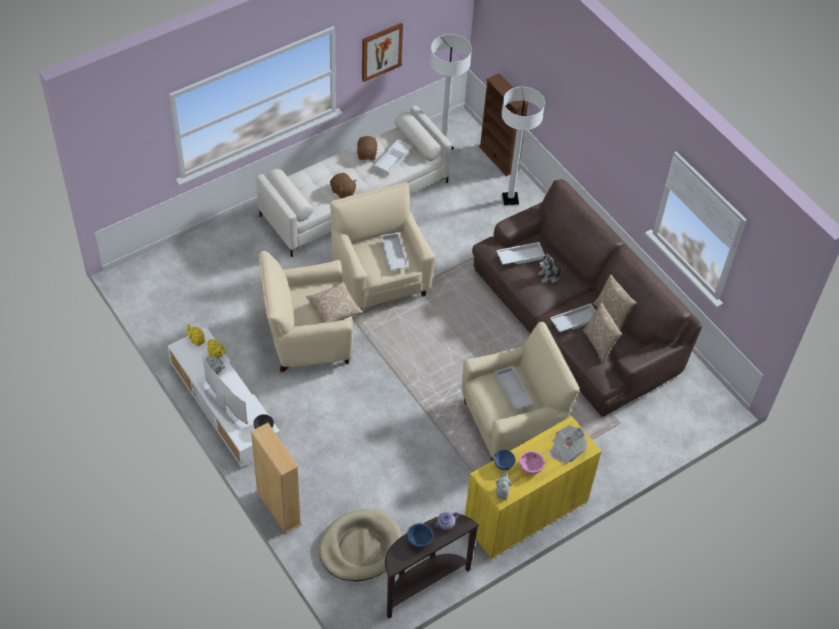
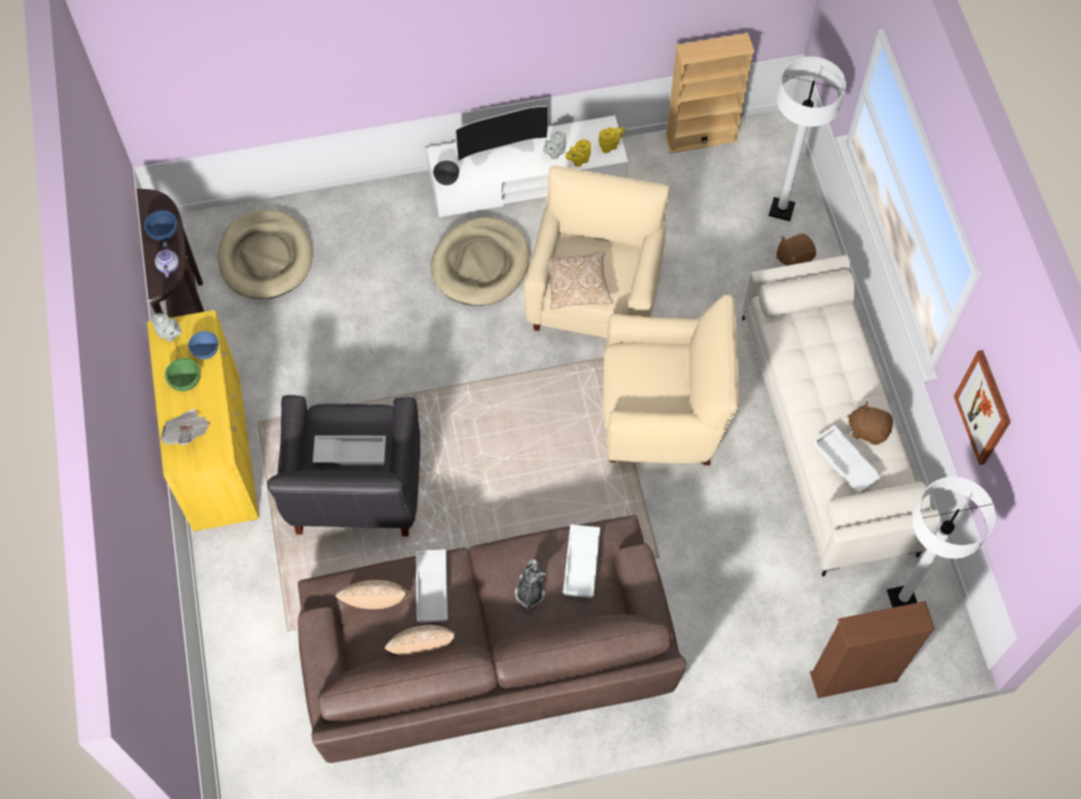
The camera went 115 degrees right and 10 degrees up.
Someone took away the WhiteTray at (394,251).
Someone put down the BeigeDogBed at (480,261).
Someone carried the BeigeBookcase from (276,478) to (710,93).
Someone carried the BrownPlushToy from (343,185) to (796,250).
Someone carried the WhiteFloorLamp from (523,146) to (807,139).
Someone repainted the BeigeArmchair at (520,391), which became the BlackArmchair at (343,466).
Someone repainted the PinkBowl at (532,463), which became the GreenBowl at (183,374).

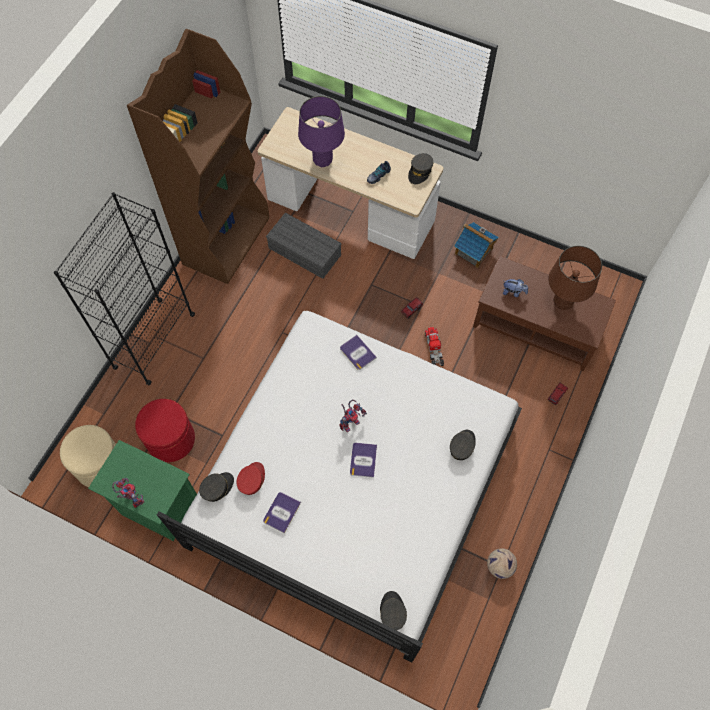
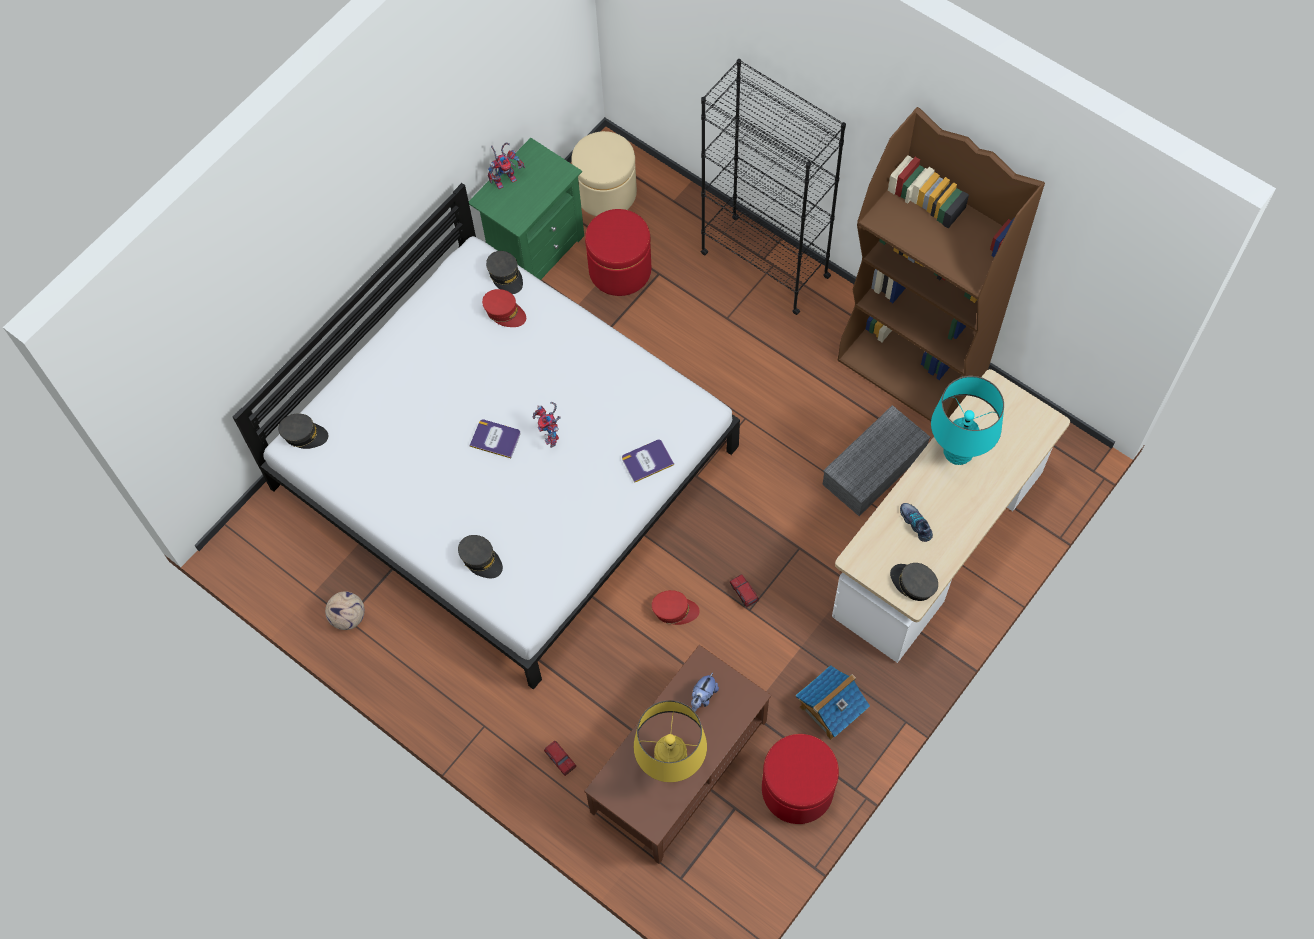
The camera went 105 degrees right and 0 degrees up.
Someone took away the Book at (282,512).
Someone put down the RedOttoman at (800,779).
Someone swapped the ToyTruck at (434,346) for the RedCap at (676,607).
Someone repainted the PurpleTableLamp at (321,131), which became the TurquoiseTableLamp at (967,420).
Someone repainted the BrownTableLamp at (575,278), which became the YellowTableLamp at (670,741).

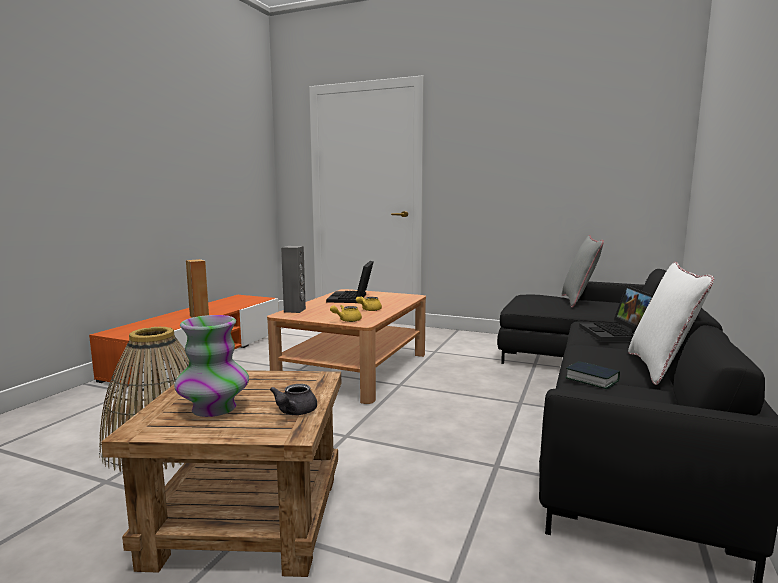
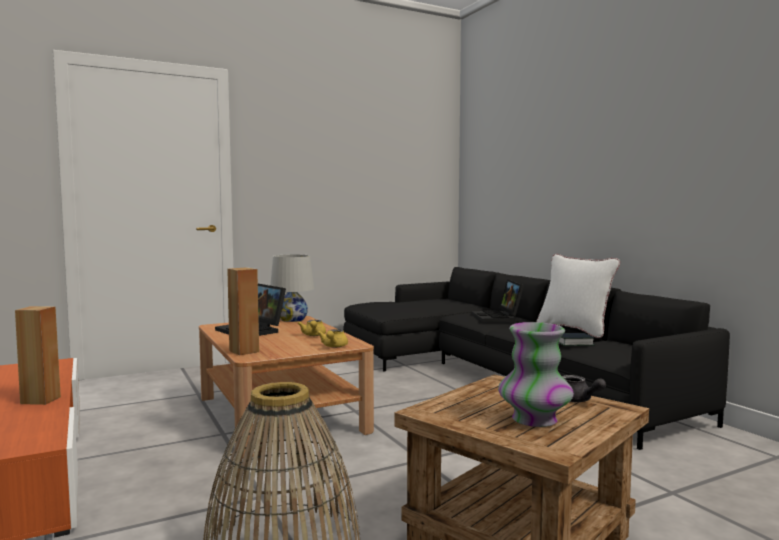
The camera went 50 degrees left and 5 degrees down.
Someone took away the GreyPillow at (583,271).
Someone put down the WhiteTableLamp at (292,288).
Someone repainted the GreySpeaker at (293,279), which became the BrownSpeaker at (243,311).
Someone rotated the Laptop at (616,313) by 45 degrees clockwise.

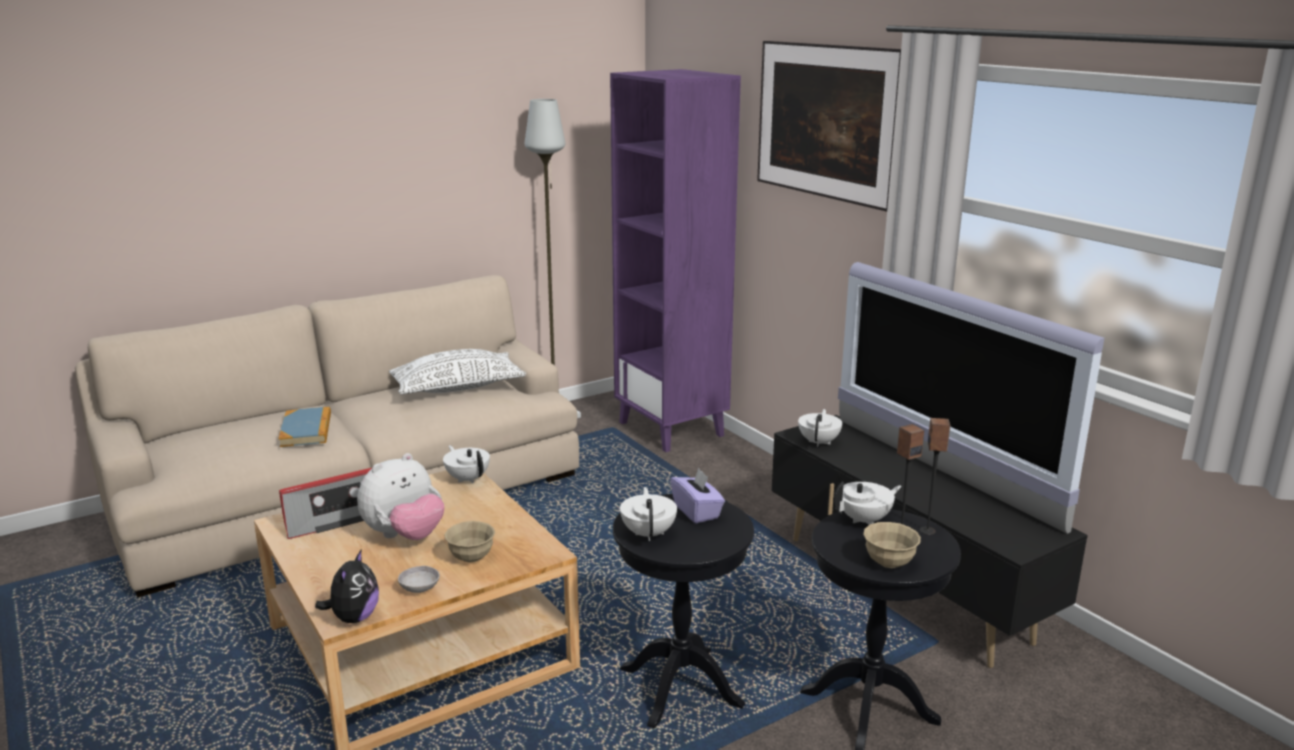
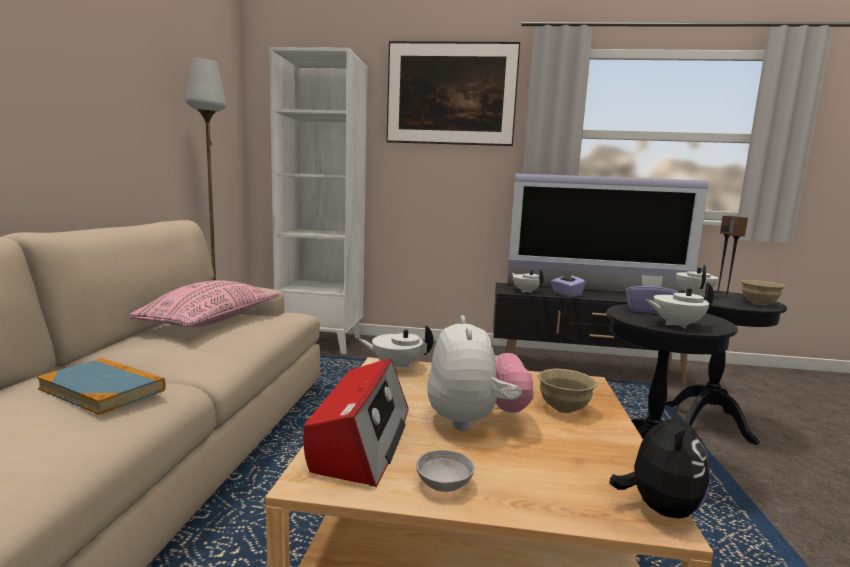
The camera went 50 degrees left and 10 degrees down.
Someone put down the PurpleTissueBox at (568,283).
Someone carried the GreyBowl from (419,579) to (445,471).
Someone repainted the WhitePillow at (457,371), which became the PinkPillow at (204,303).
Someone repainted the PurpleBookcase at (675,260), which became the WhiteBookcase at (318,200).
Someone rotated the PlushToy at (347,586) by 60 degrees clockwise.
Someone rotated the WhiteTeapot at (648,514) by 45 degrees counterclockwise.

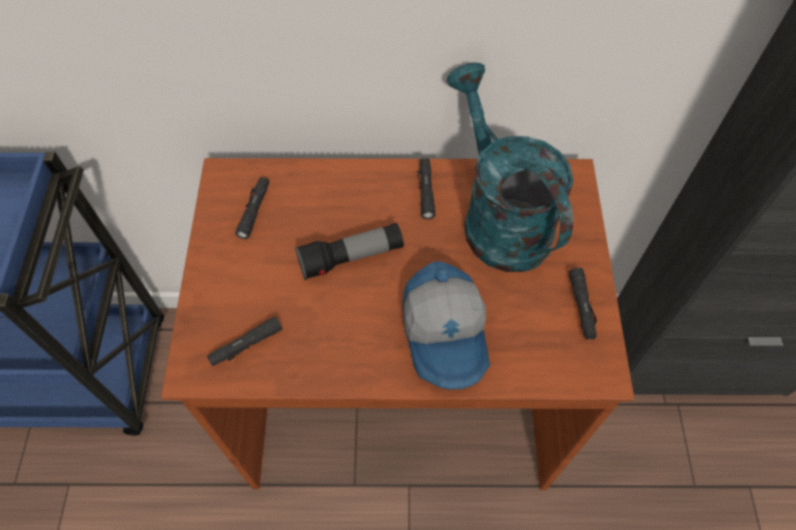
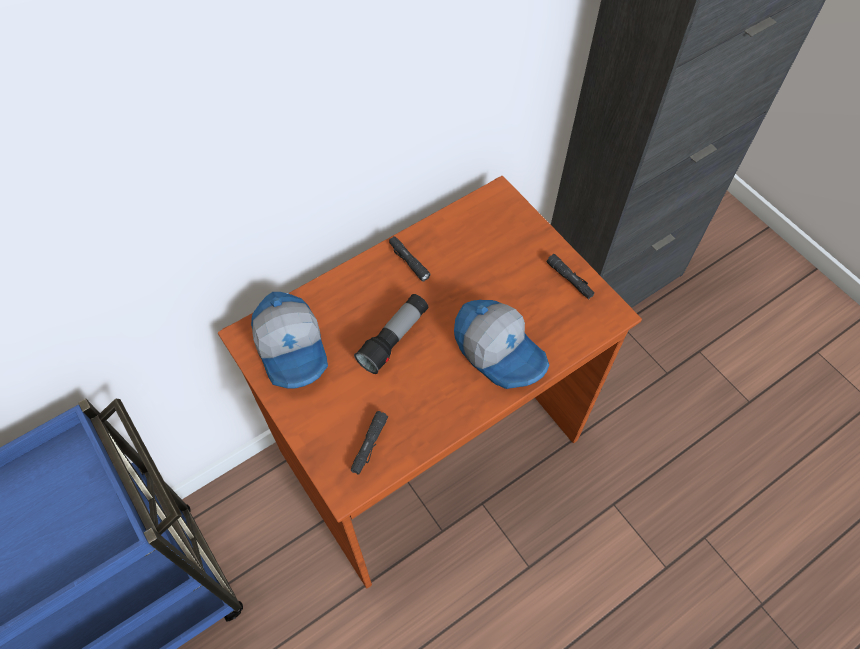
The camera went 35 degrees left and 0 degrees up.
Someone took away the TurquoiseWateringCan at (509,167).
Someone swapped the BlackFlashlight at (252,208) for the Cap at (289,340).

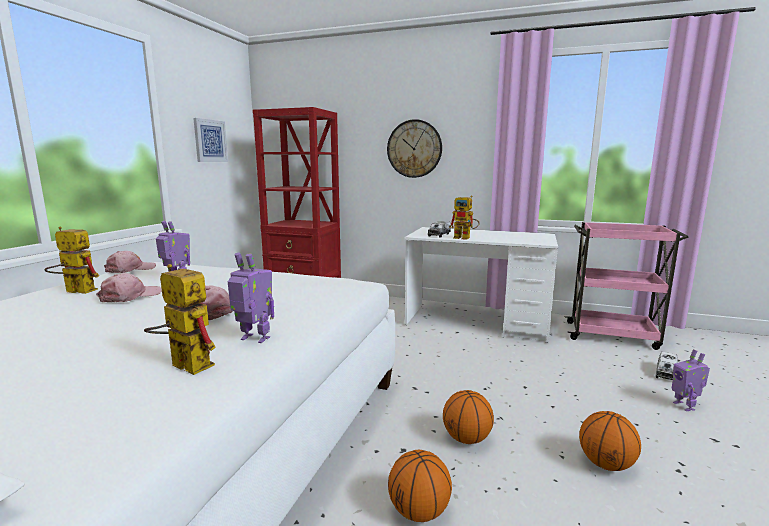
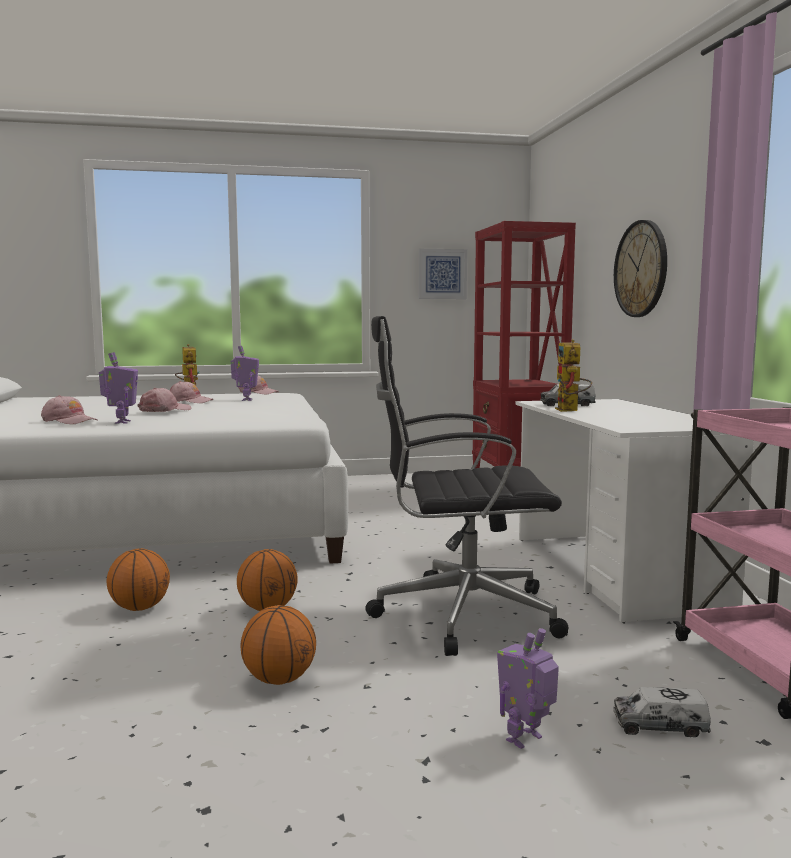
The camera went 60 degrees right and 5 degrees down.
Someone put down the BlackOfficeChair at (466,486).
Someone swapped the ToyRobot at (180,319) for the PinkCap at (69,409).

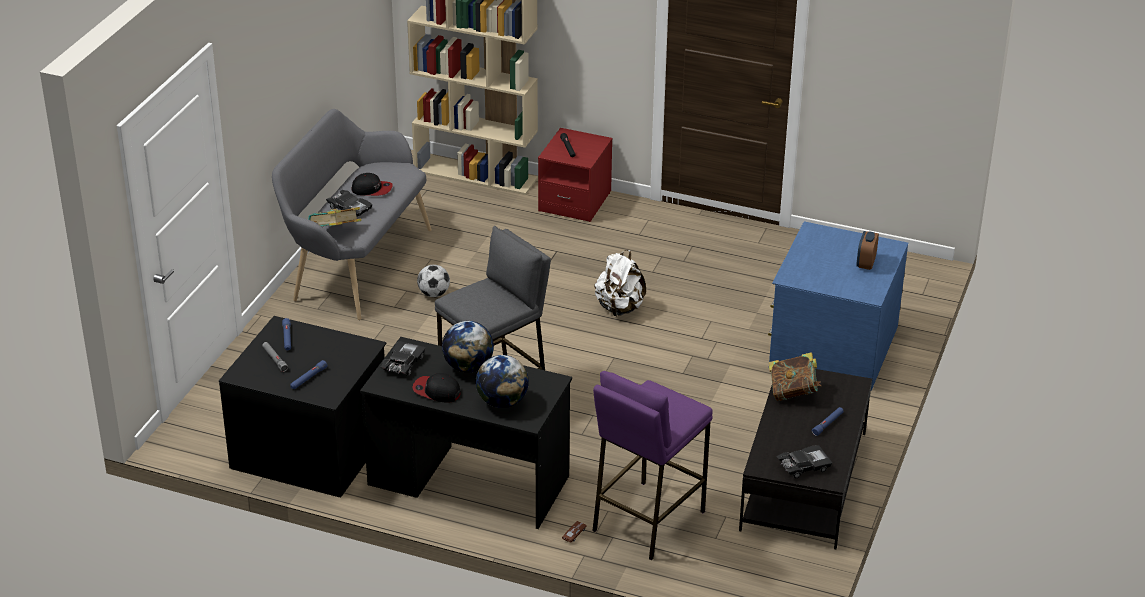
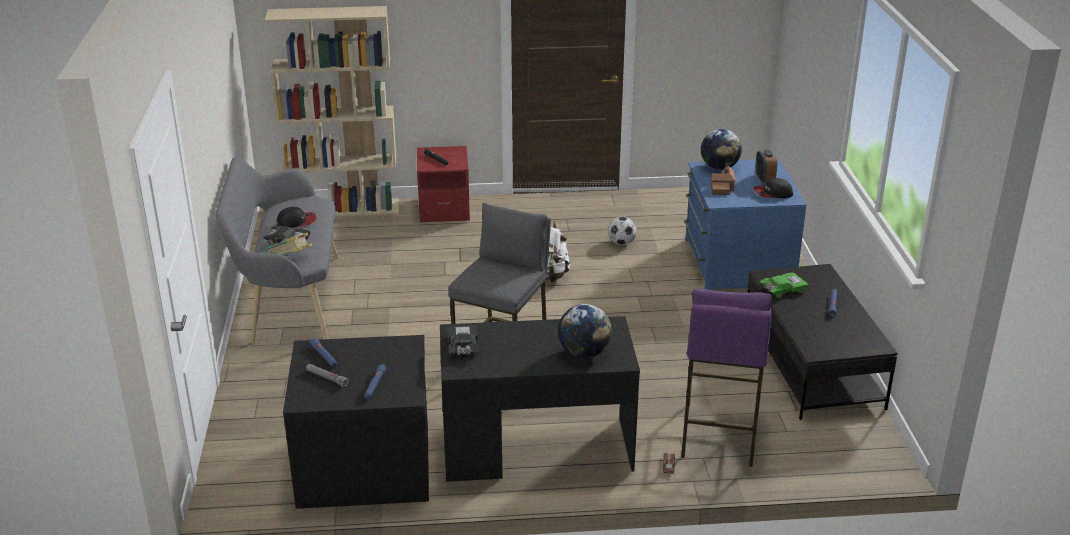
The camera went 25 degrees left and 5 degrees down.
Someone took away the BlackToyCar at (804,461).
Someone put down the ToyHouse at (723,180).
Someone carried the Cap from (436,388) to (773,188).
Someone carried the Football from (433,281) to (622,230).
Someone carried the Globe from (468,347) to (721,149).
Someone swapped the Book at (795,376) for the GreenToyCar at (784,285).

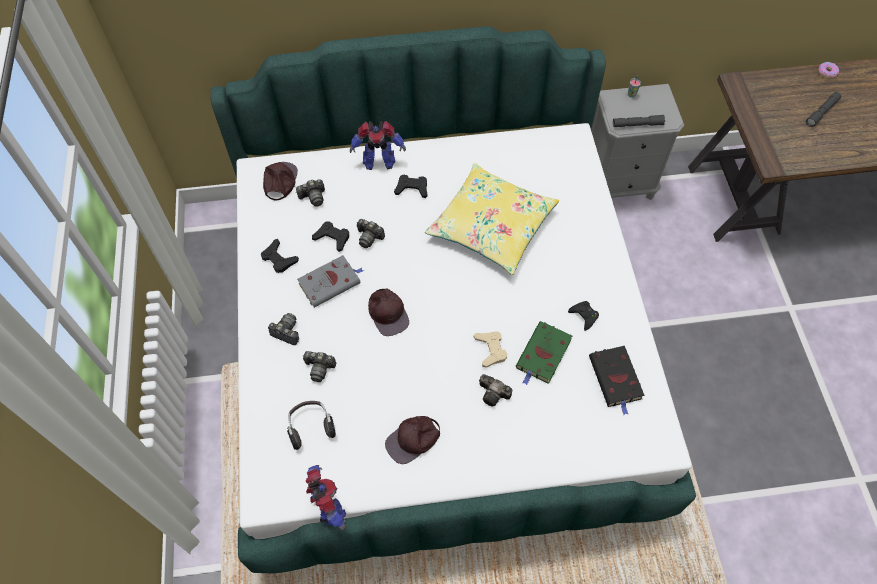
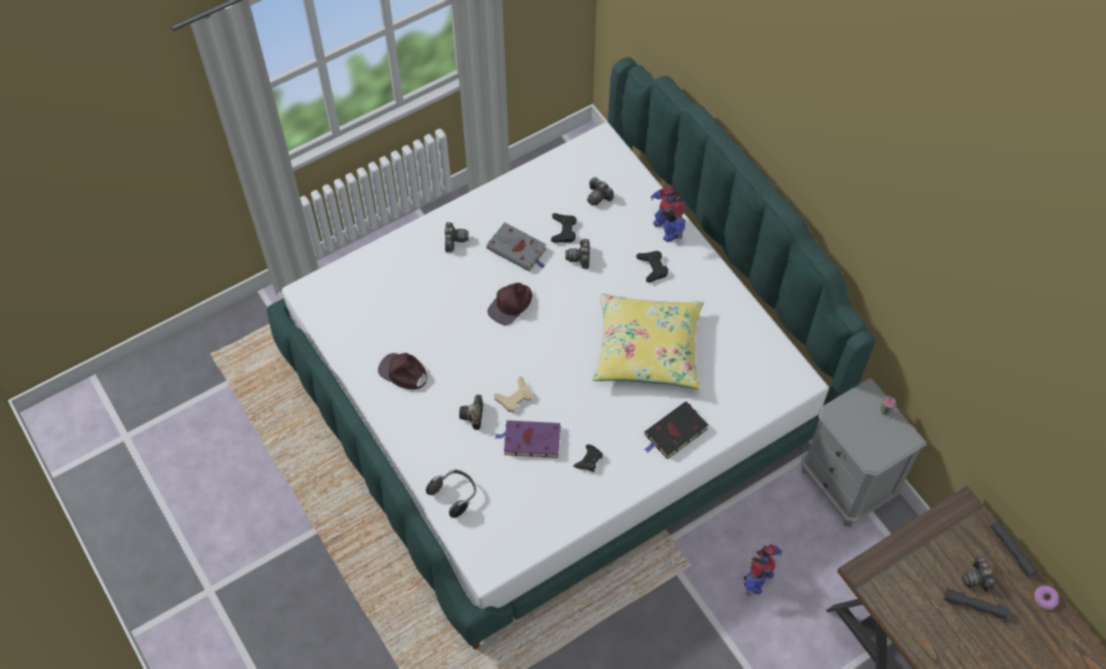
The camera went 65 degrees right and 0 degrees up.
Someone took away the BlackGameController at (280,256).
Someone took away the BrownCap at (280,181).
Someone carried the Headphones from (311,425) to (451,493).
Someone carried the PhotoCamera from (319,366) to (978,574).
Someone carried the ToyRobot from (326,497) to (762,570).
Someone carried the BlackBook from (617,380) to (676,430).
Someone carried the GreyFlashlight from (639,121) to (1014,549).
Someone repainted the GreenBook at (544,353), which became the PurpleBook at (528,439).

